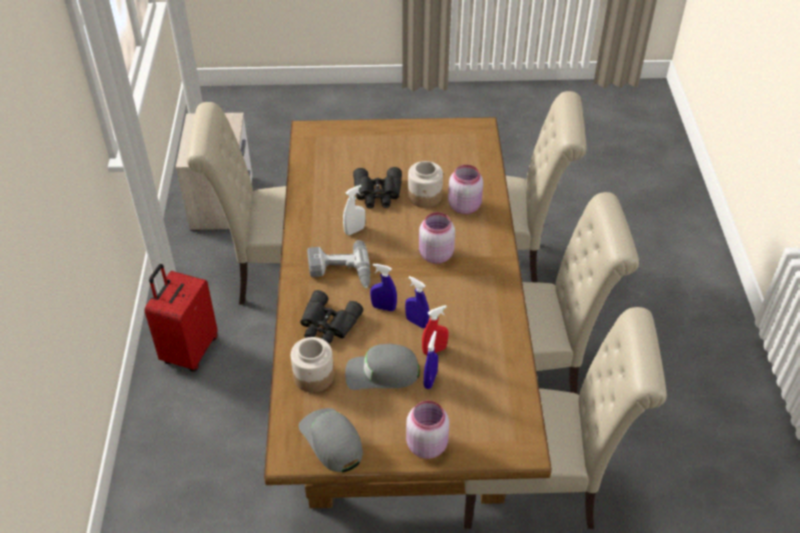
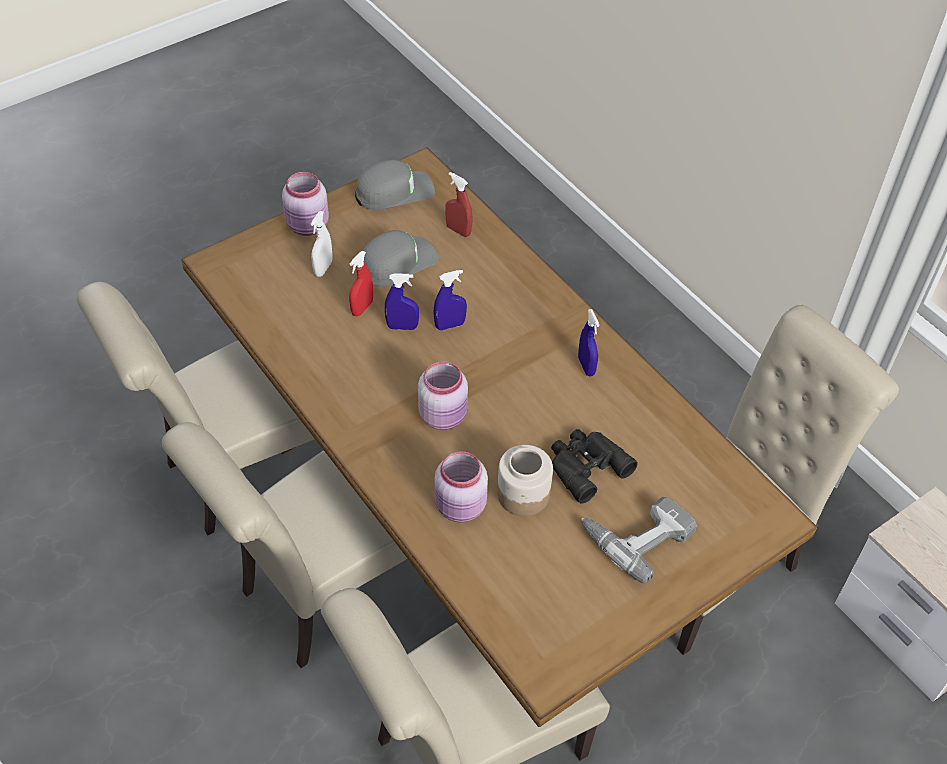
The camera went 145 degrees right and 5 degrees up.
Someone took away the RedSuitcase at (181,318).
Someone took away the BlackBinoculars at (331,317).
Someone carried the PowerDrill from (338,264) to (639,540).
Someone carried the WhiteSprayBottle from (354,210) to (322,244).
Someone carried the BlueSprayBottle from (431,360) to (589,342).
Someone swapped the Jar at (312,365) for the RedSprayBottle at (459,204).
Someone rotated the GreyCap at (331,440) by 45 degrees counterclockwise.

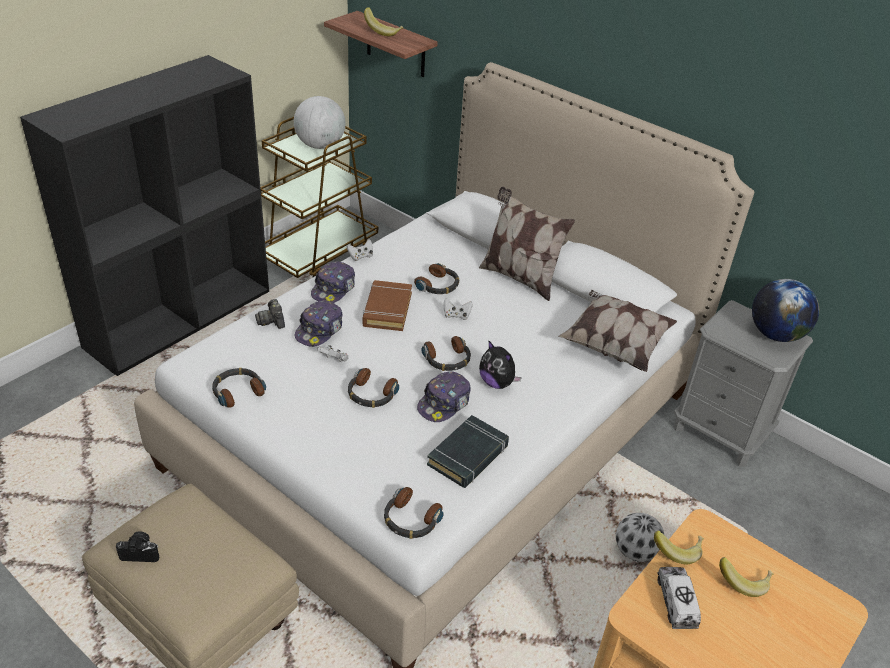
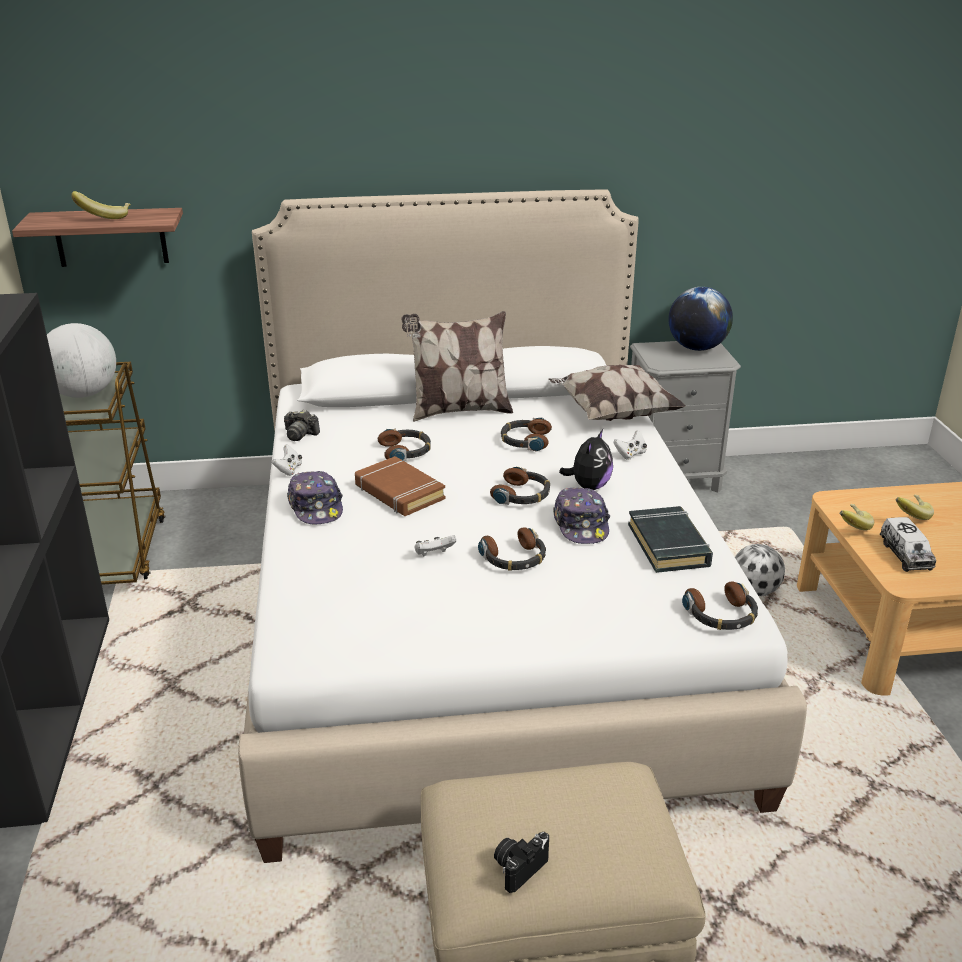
The camera went 45 degrees left and 10 degrees down.
Someone took away the Cap at (318,323).
Someone carried the Headphones from (239,388) to (526,435).
Someone carried the PhotoCamera from (270,314) to (302,425).
Someone carried the WhiteGameController from (458,309) to (630,444).
Someone rotated the PlushToy at (500,365) by 60 degrees counterclockwise.
Someone rotated the ToyTruck at (679,598) by 135 degrees counterclockwise.

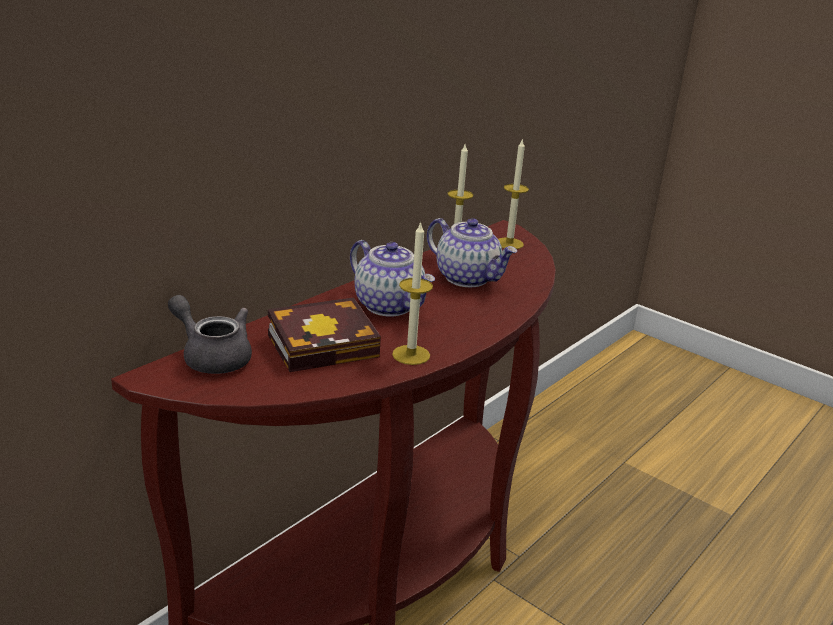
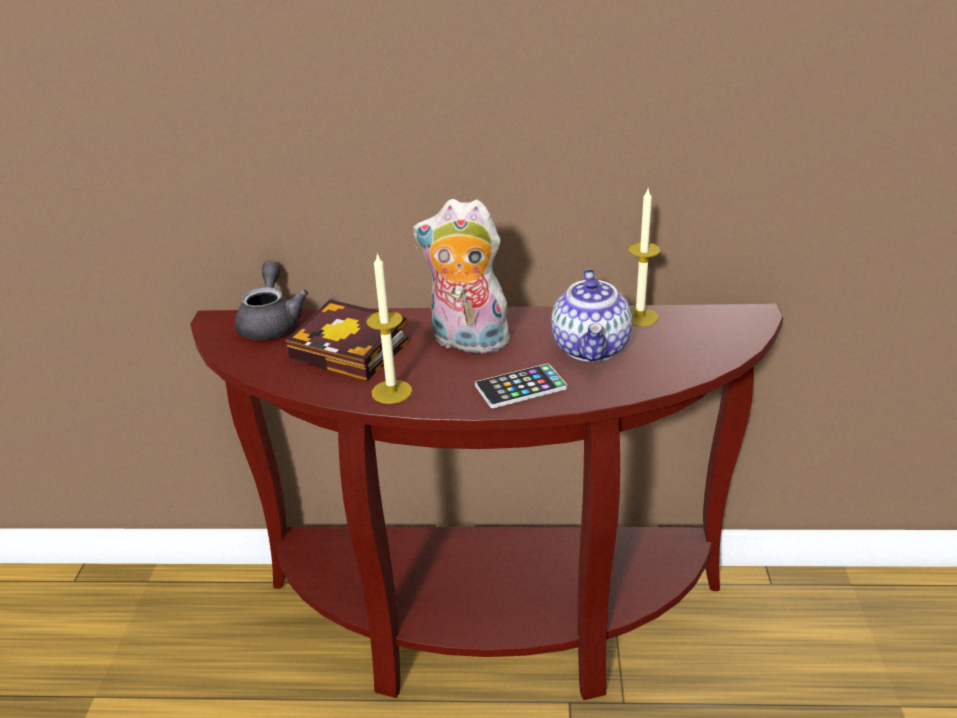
The camera went 55 degrees right and 5 degrees up.
Someone took away the Candle at (513,193).
Someone put down the Phone at (521,386).
Someone swapped the Teapot at (392,278) for the PlushToy at (464,278).

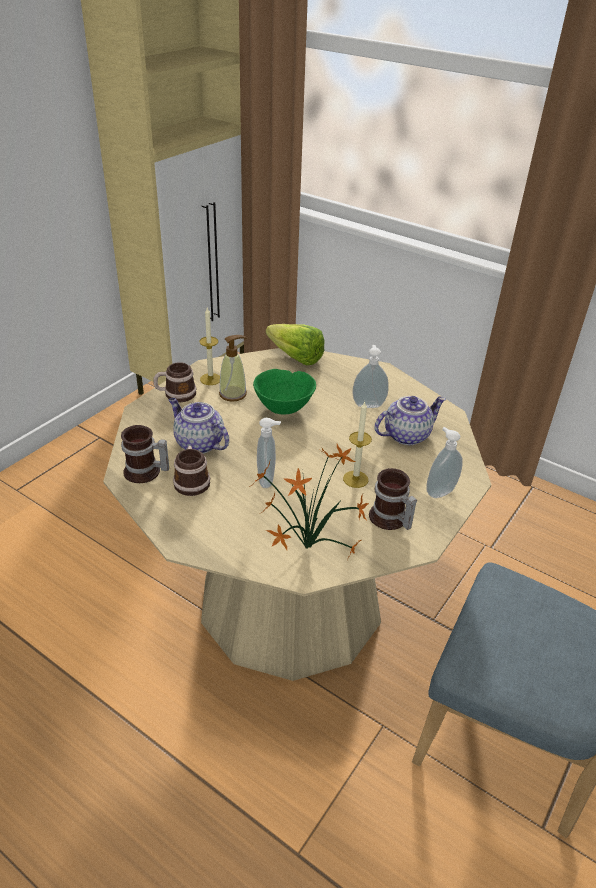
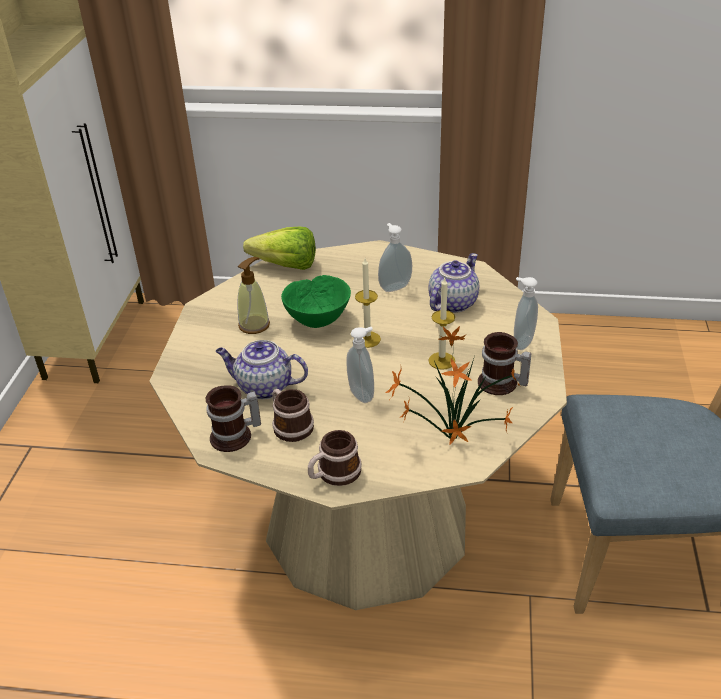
The camera went 25 degrees left and 0 degrees up.
Someone carried the Mug from (175,382) to (335,458).
Someone carried the Candle from (209,346) to (368,303).

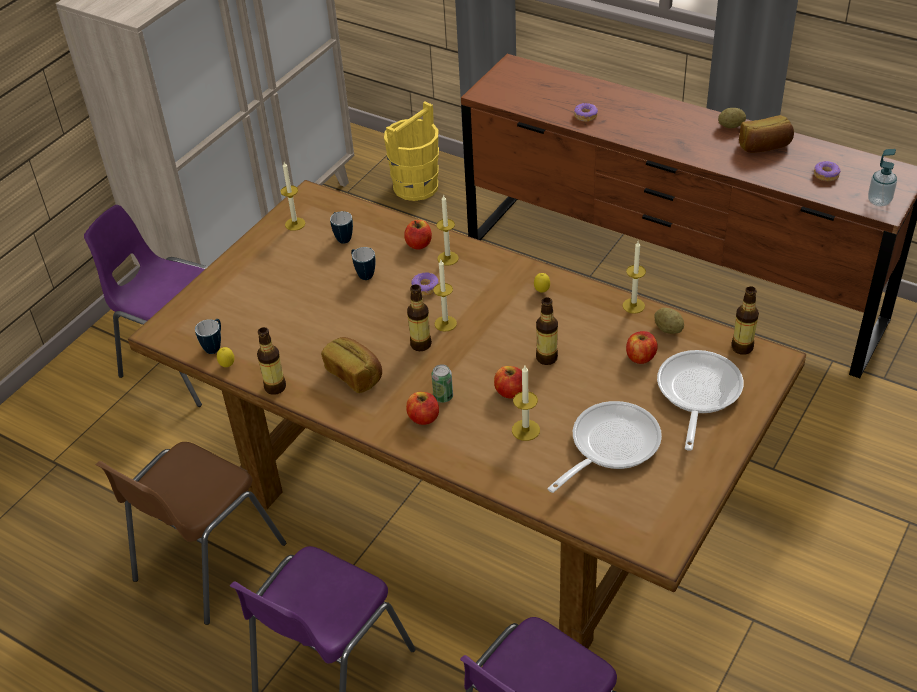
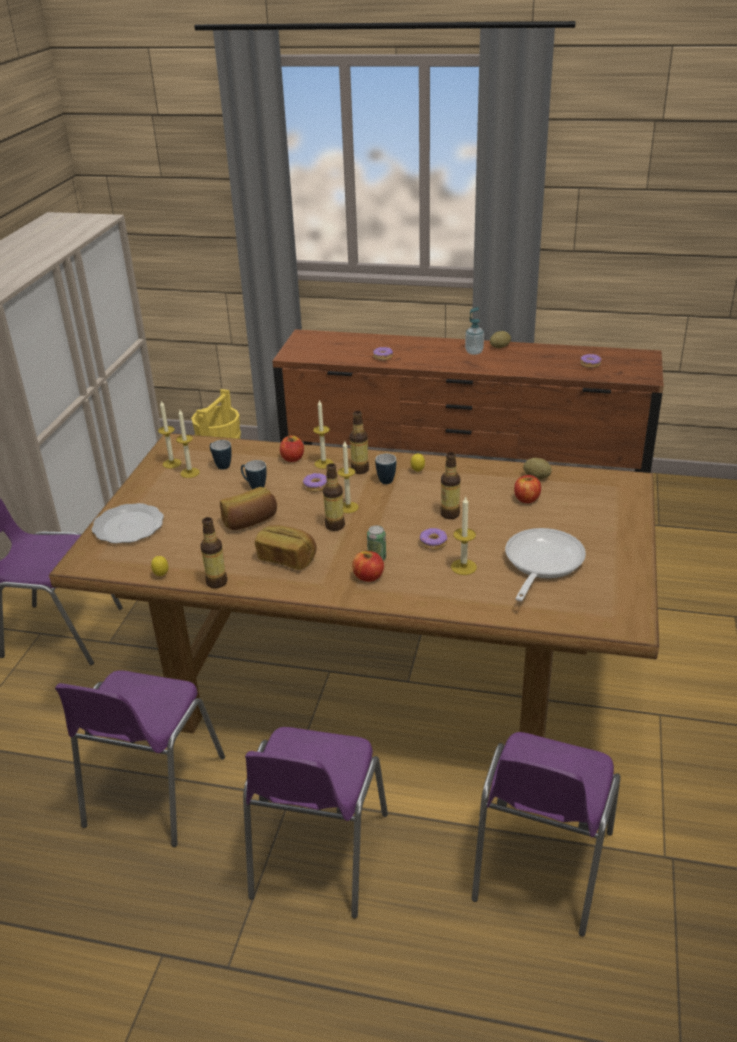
The camera went 20 degrees left and 10 degrees down.
Someone took away the FryingPan at (700,400).
Someone put down the Plate at (128,523).
Someone carried the Mug from (208,336) to (385,469).
Someone carried the Candle from (634,277) to (188,444).
Someone carried the Bottle from (745,320) to (359,442).
Someone carried the Bread from (766,134) to (248,508).
Someone carried the SoapDispenser from (882,177) to (474,331).
Someone swapped the Apple at (508,382) for the Donut at (434,539).
Someone repainted the BrownChair at (191,533), which became the PurpleChair at (140,758).

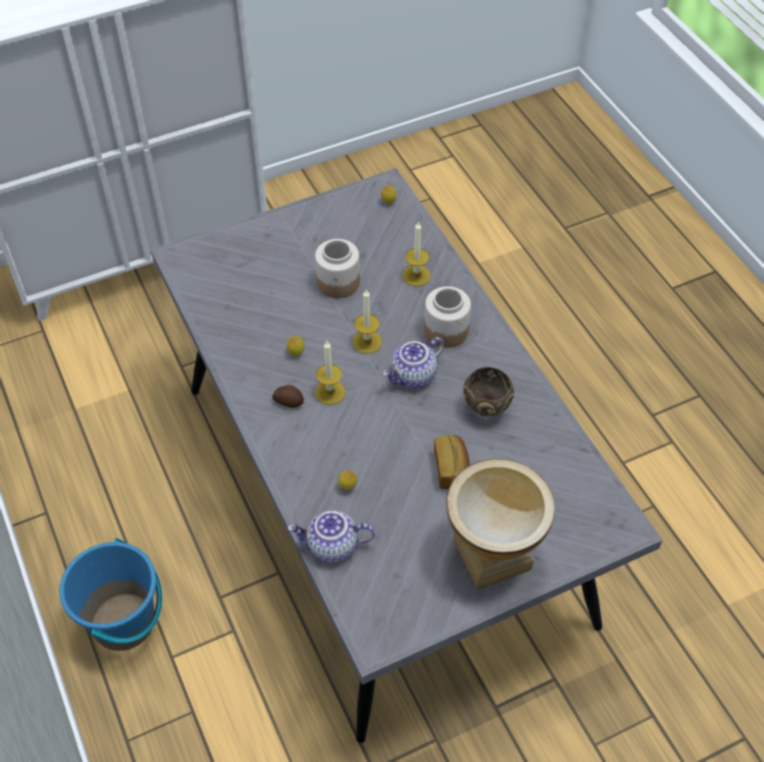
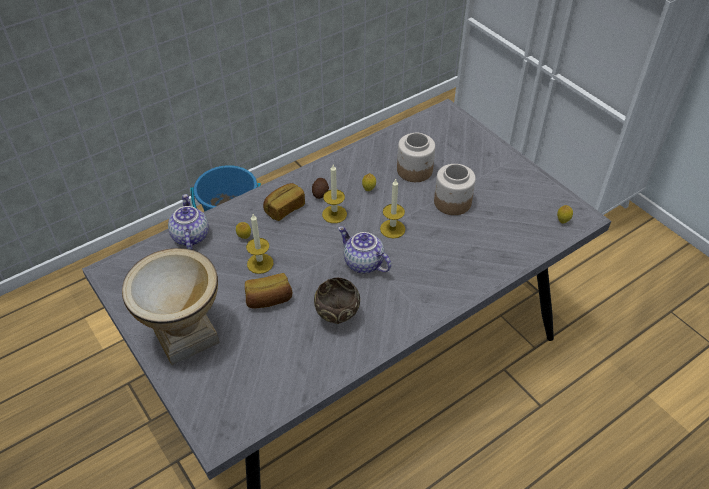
The camera went 80 degrees right and 5 degrees down.
Someone put down the Bread at (284,202).
Someone carried the Candle from (416,253) to (260,244).
Someone carried the Jar from (447,317) to (416,157).

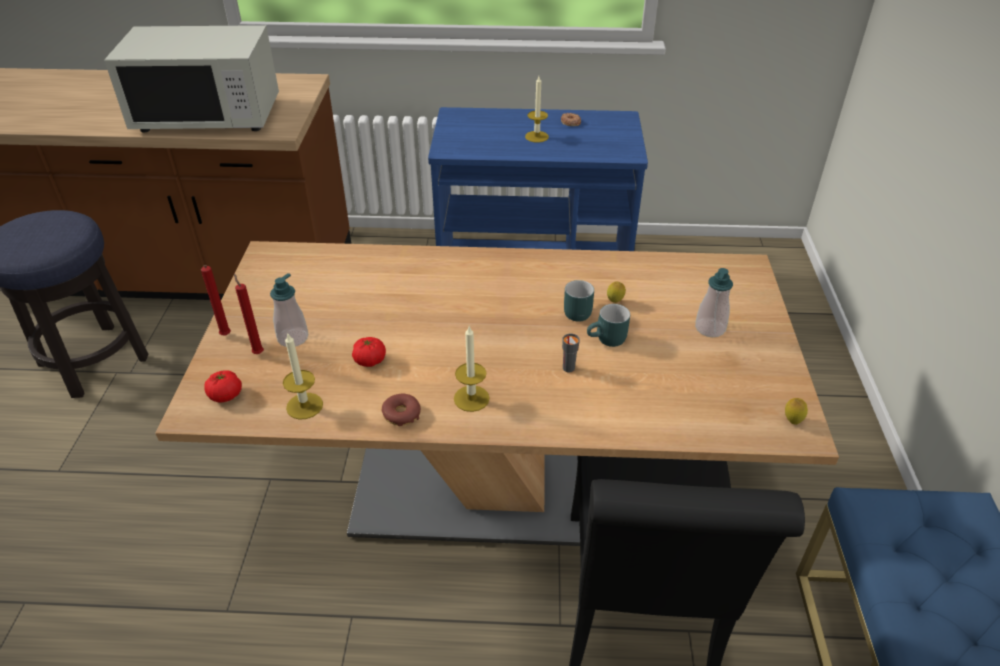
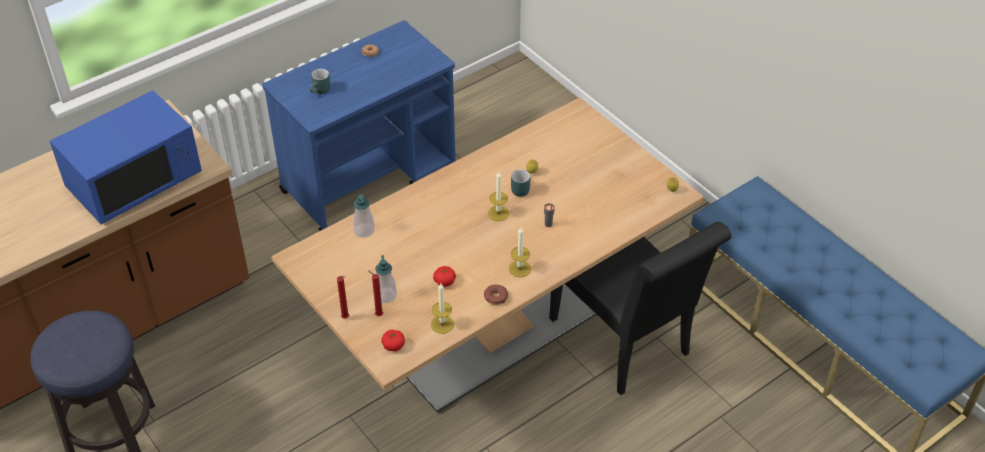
The camera went 40 degrees left and 5 degrees up.
Someone carried the Candle from (537,109) to (498,196).
Someone carried the TurquoiseMug from (608,325) to (320,81).
Someone carried the SoapDispenser from (714,302) to (364,215).
Someone repainted the WhiteMicrowave at (191,79), which became the BlueMicrowave at (126,157).

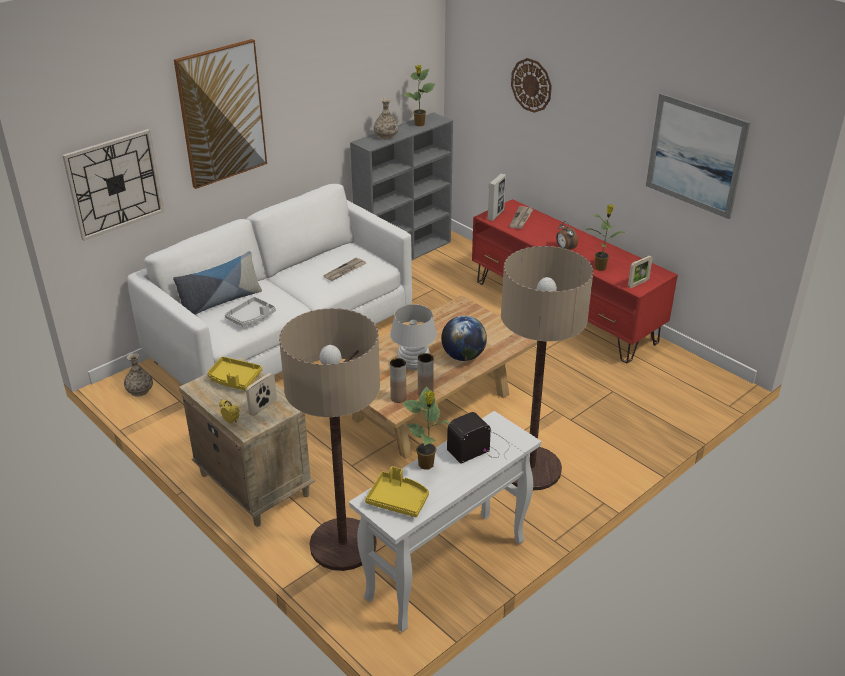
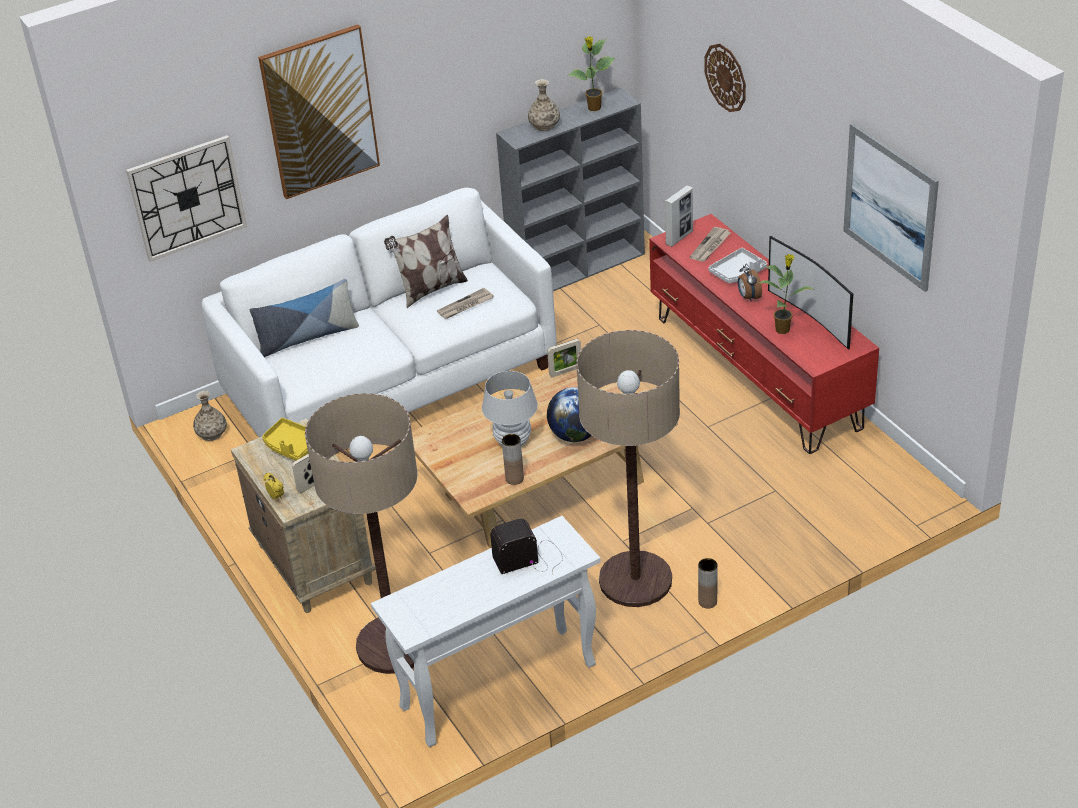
The camera went 15 degrees right and 5 degrees up.
Someone took away the YellowTray at (397,491).
Someone took away the PottedPlant at (426,428).
Someone put down the Pillow at (426,261).
Someone put down the Television at (810,293).
Someone carried the GreyTray from (250,311) to (738,265).
Someone carried the BrownVase from (398,380) to (708,583).
Someone carried the PictureFrame from (640,271) to (564,358).

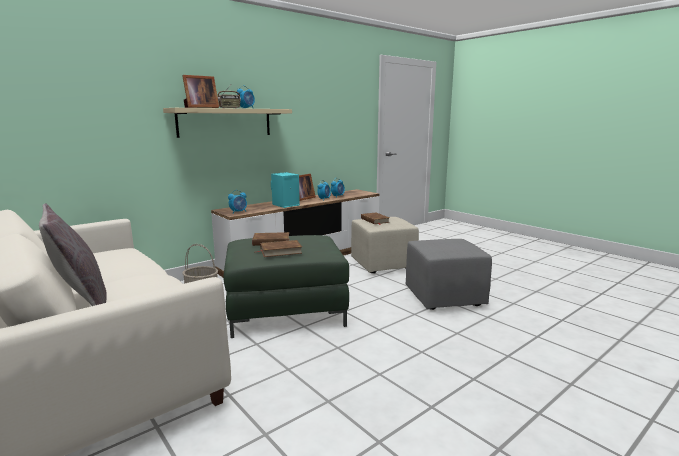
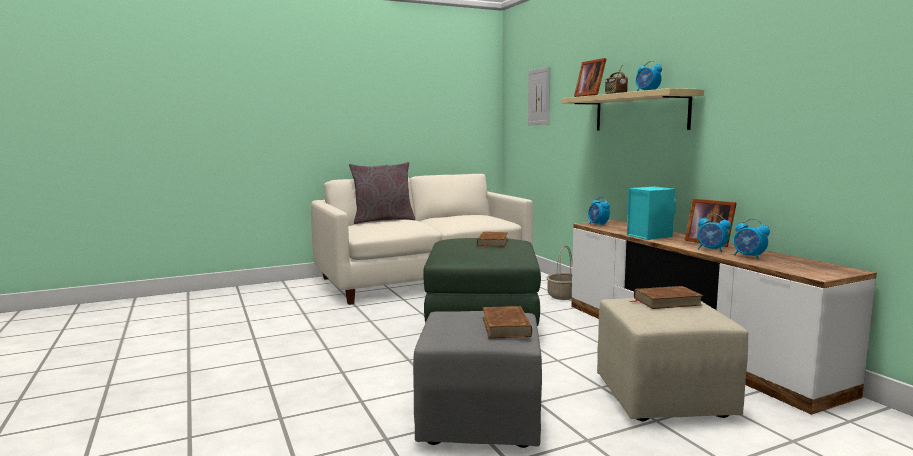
The camera went 105 degrees right and 5 degrees down.
Someone put up the Picture at (539,96).
Someone carried the BrownBook from (279,248) to (507,322).

